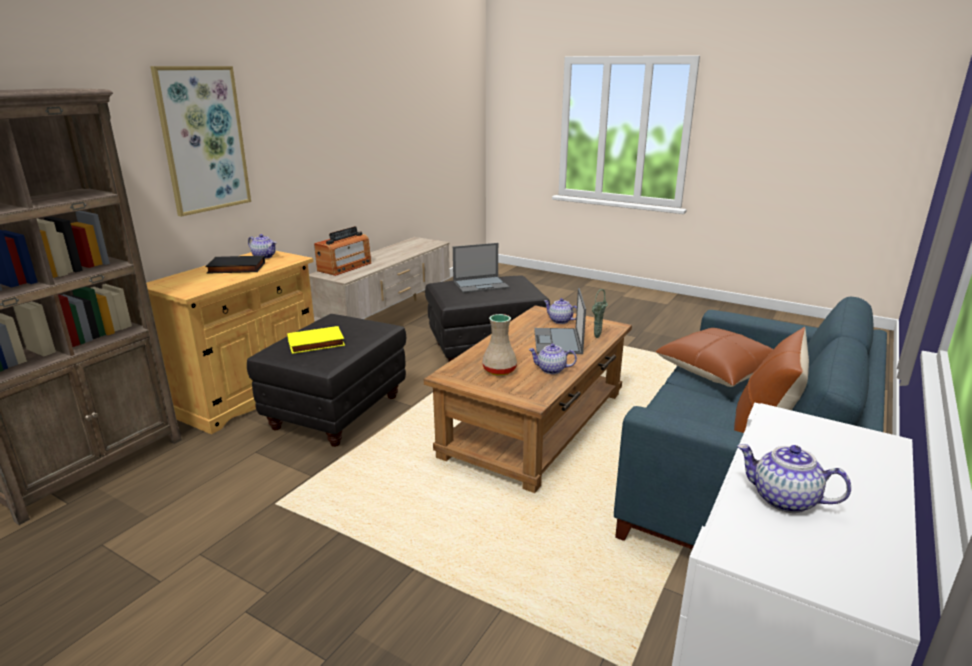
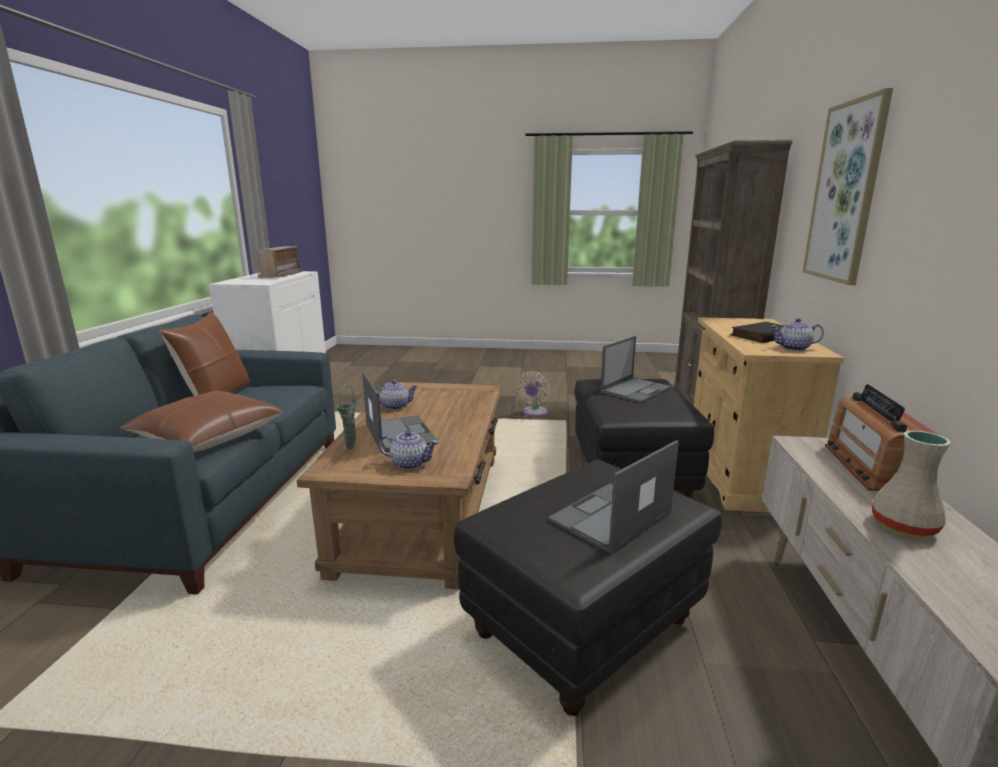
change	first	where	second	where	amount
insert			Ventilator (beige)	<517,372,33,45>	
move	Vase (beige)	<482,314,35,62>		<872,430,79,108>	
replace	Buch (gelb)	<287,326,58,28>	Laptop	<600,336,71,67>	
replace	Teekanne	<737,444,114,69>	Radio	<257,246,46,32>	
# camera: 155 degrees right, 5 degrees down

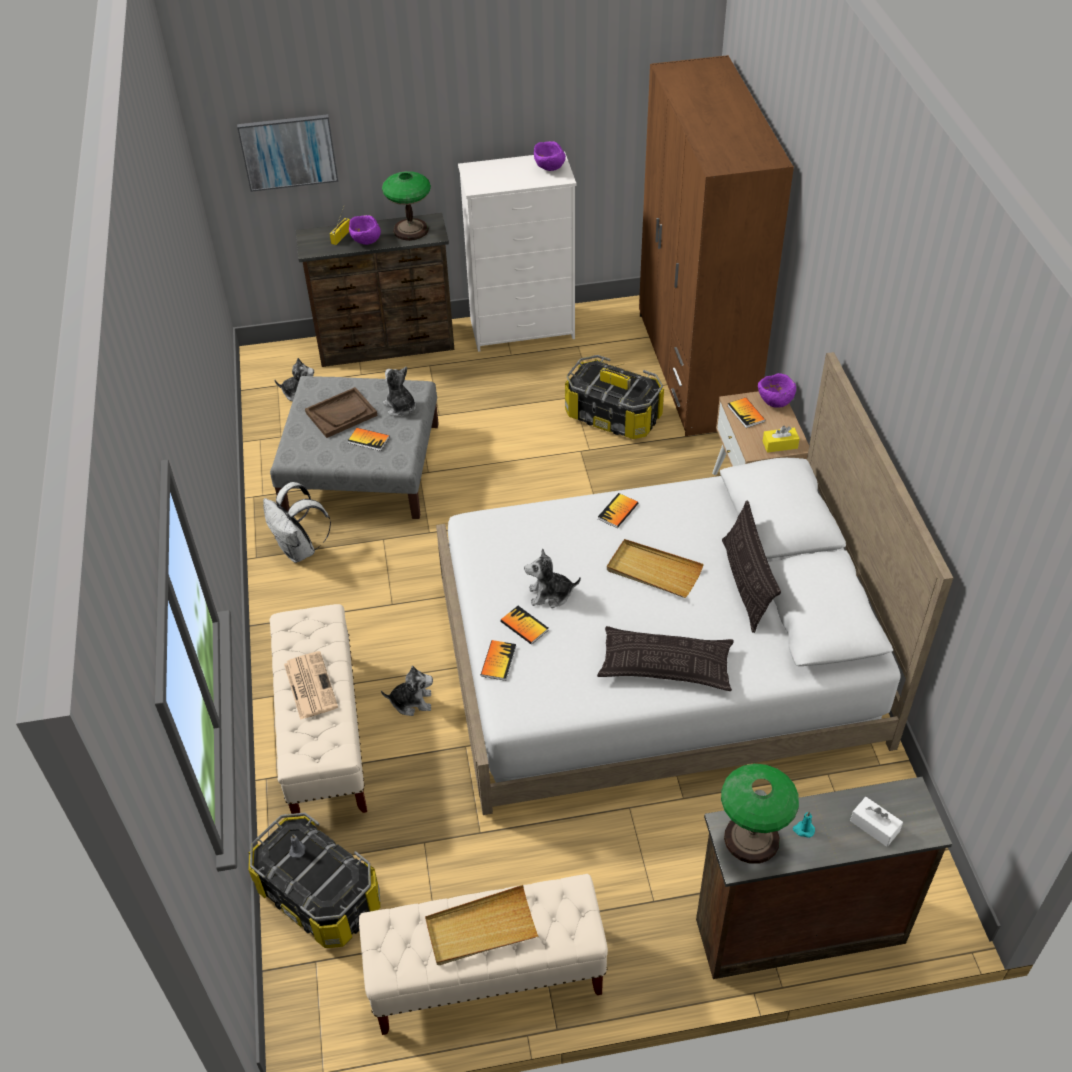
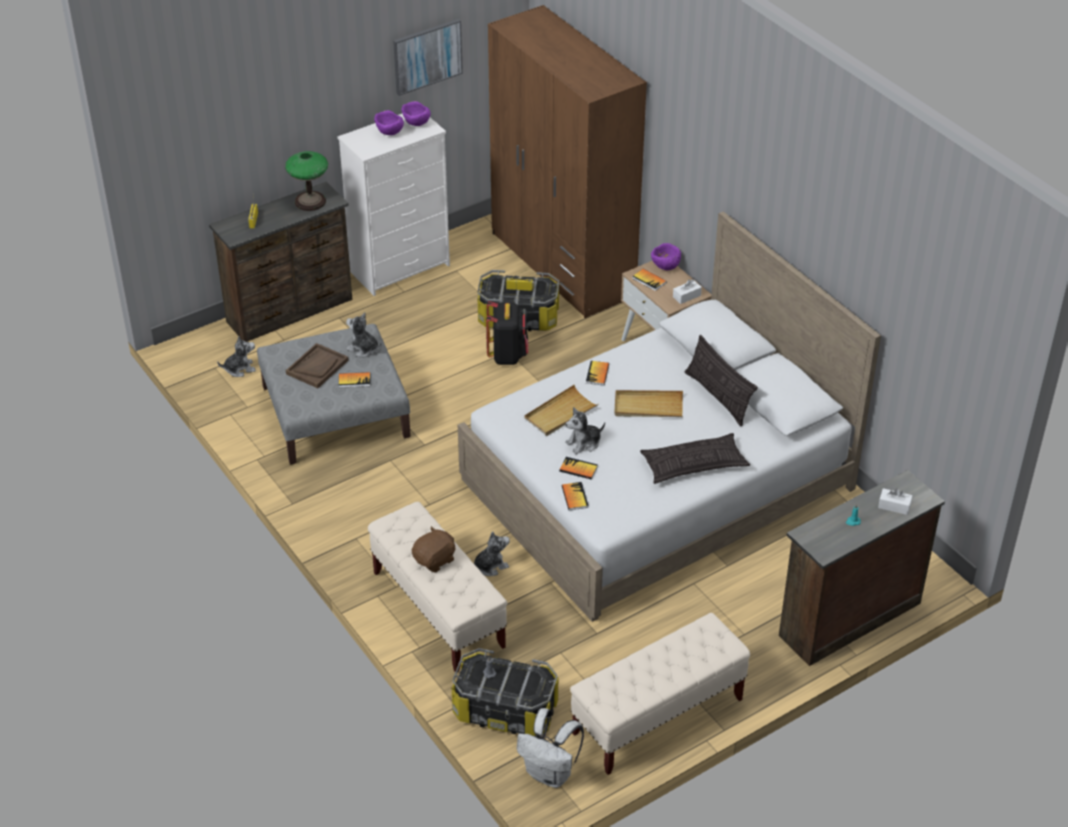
change	first	where	second	where	amount
delete	Tischlampe	<721,764,78,100>			
insert			Rucksack (schwarz)	<486,301,42,64>	
move	Bild	<237,114,101,78>		<393,19,70,77>	
move	Rucksack (weiß)	<263,482,68,81>		<517,708,67,80>	
move	Schüssel (lila)	<349,215,32,30>		<374,110,30,25>	
move	Tablett (beige)	<425,885,114,80>		<524,385,75,51>	
replace	Zeitung	<284,651,54,69>	Plüschtier (braun)	<412,526,44,46>	
recolor	Taschentuchbox (gelb)	<763,426,37,27>	Taschentuchbox (weiß)	<673,279,29,25>	
# camera: 25 degrees left, 5 degrees down

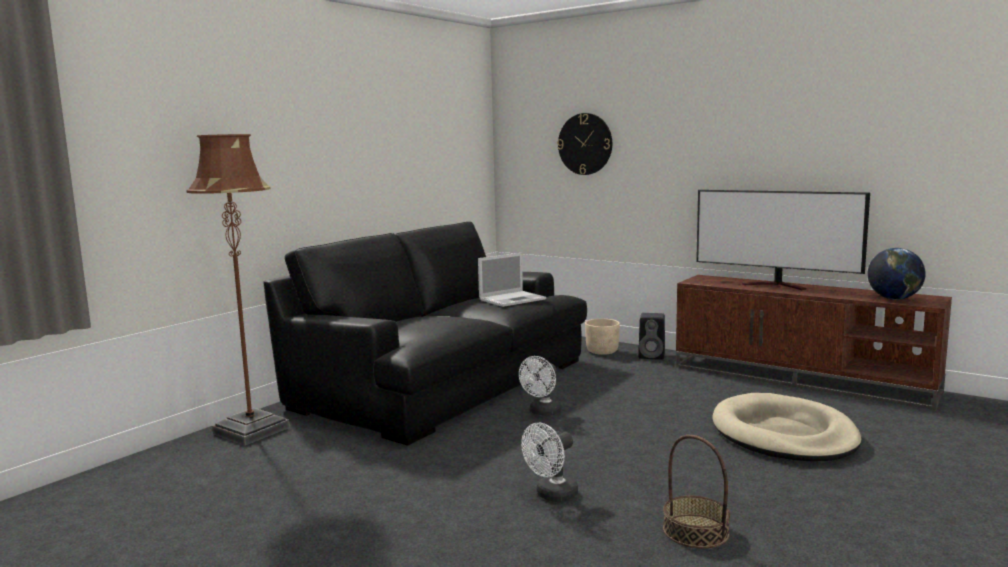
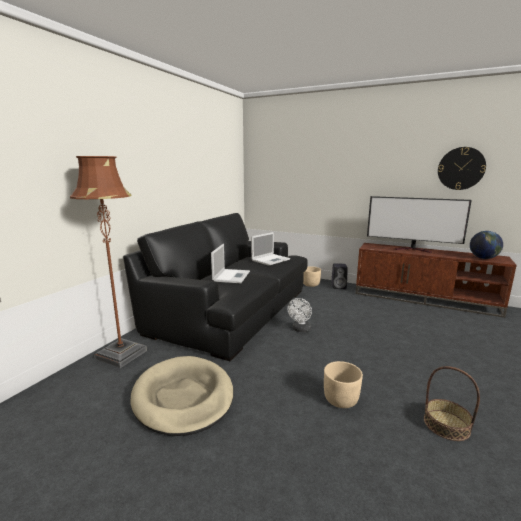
change	first	where	second	where	amount
insert			Laptop	<211,244,39,39>	
move	Wanduhr	<557,113,55,62>		<438,147,48,43>	
move	Hundebett (beige)	<712,393,149,68>		<130,356,104,80>	
replace	Ventilator (weiß)	<521,423,57,79>	Pflanzkübel (beige)	<324,361,39,47>	
# camera: 10 degrees left, 5 degrees up

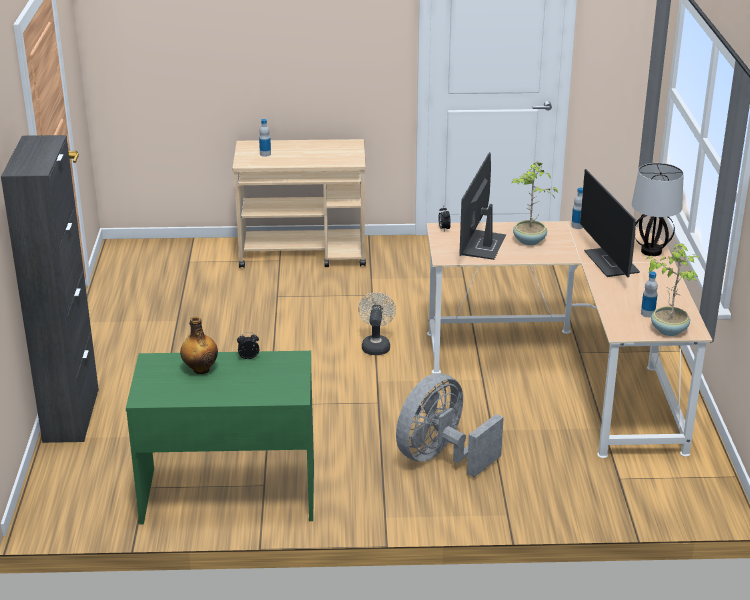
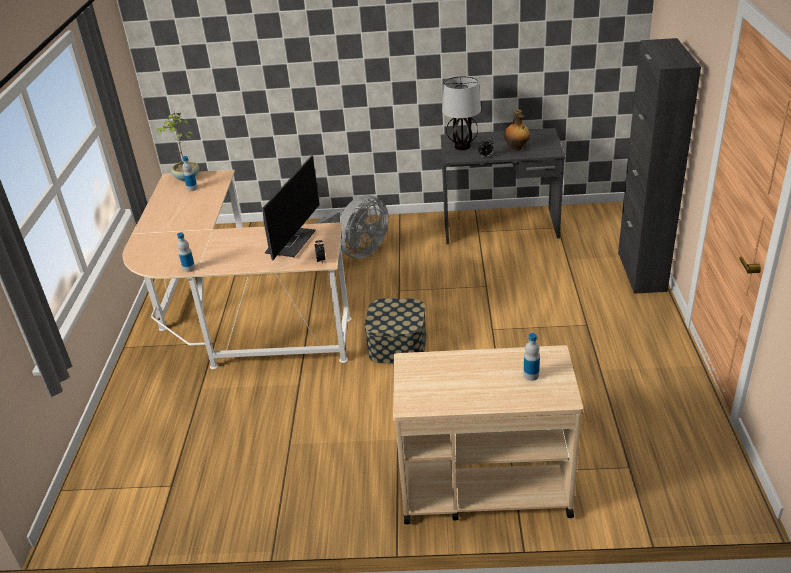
change	first	where	second	where	amount
delete	Topfpflanze	<512,161,46,84>			
delete	Monitor	<580,169,60,109>			
move	Tischlampe	<632,163,52,93>		<442,76,39,74>	
replace	Ventilator (beige)	<358,292,38,63>	Aufbewahrungsbox	<364,298,63,65>	
recolor	Schreibtisch (grün)	<126,351,188,174>	Schreibtisch (grau)	<441,128,124,116>	
# camera: 175 degrees left, 5 degrees up

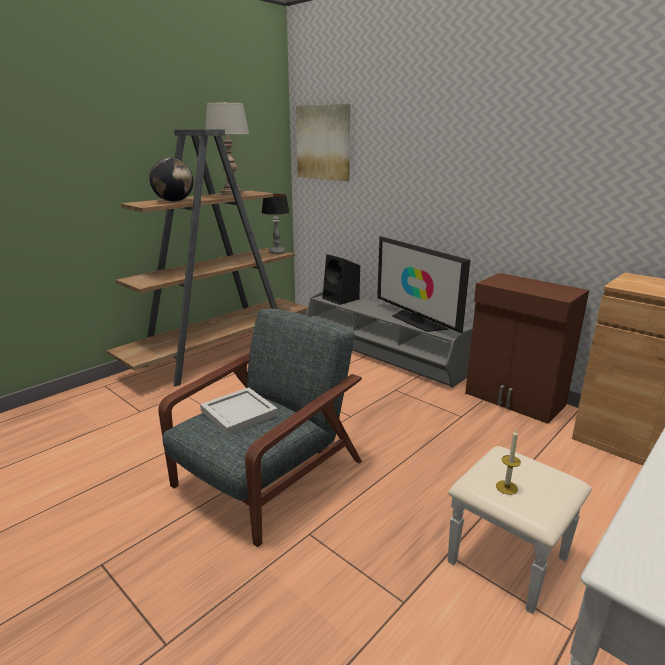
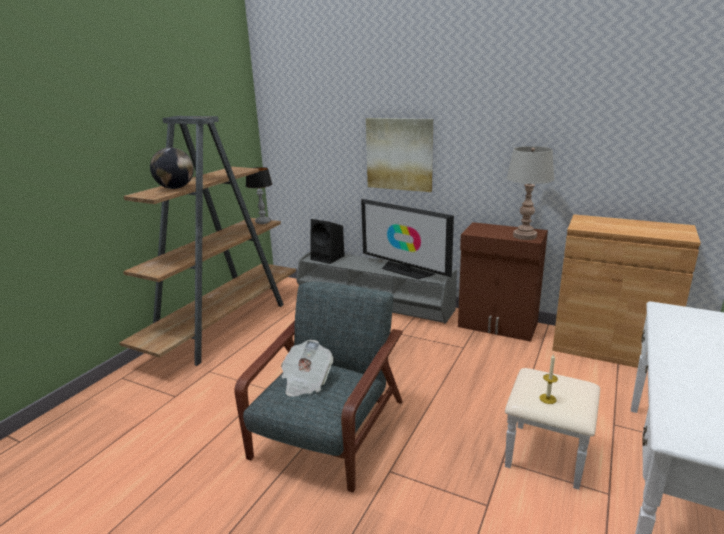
change	first	where	second	where	amount
move	Tischlampe (grau)	<205,102,44,94>		<506,146,48,94>	
move	Bild	<296,104,54,77>		<366,118,67,74>	
replace	Tablett (weiß)	<200,387,78,48>	Zeitung	<281,340,52,57>	
# camera: 15 degrees left, 0 degrees up

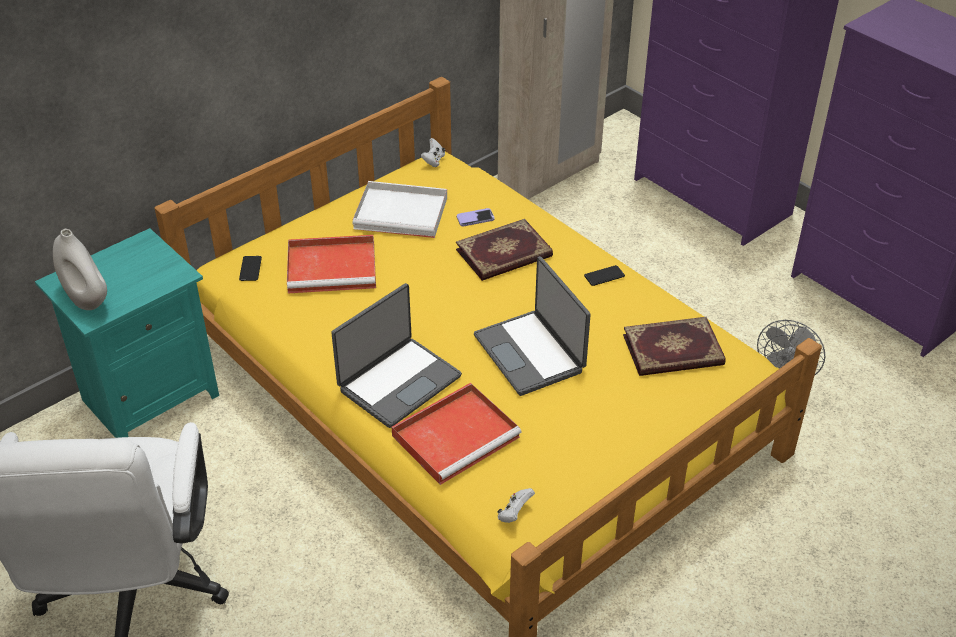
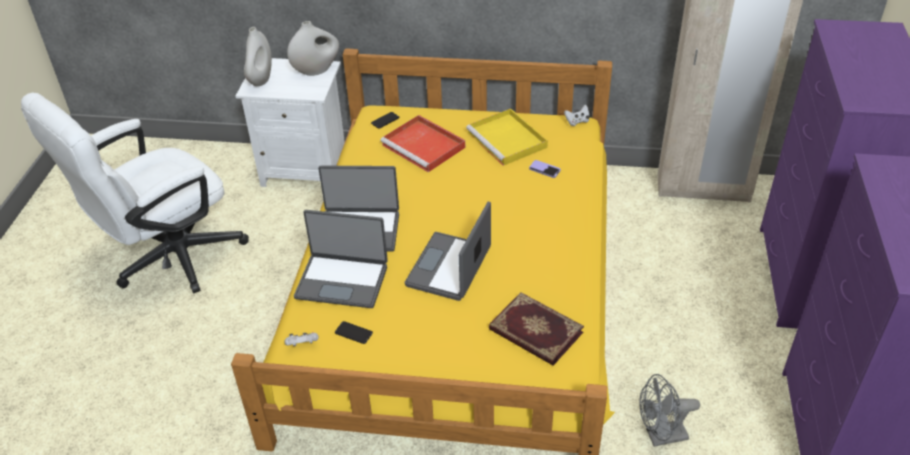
change	first	where	second	where	amount
delete	Buch	<456,219,97,62>			
insert			Vase (weiß)	<287,21,52,55>	
move	Handy	<584,265,41,21>		<335,321,38,23>	
replace	Tablett (rot)	<391,383,131,102>	Laptop	<294,210,94,98>	
recolor	Nachttisch (türkis)	<35,228,184,210>	Nachttisch (weiß)	<236,58,109,129>	
recolor	Tablett (weiß)	<353,181,94,57>	Tablett (gelb)	<466,108,82,58>	
# camera: 50 degrees right, 0 degrees up

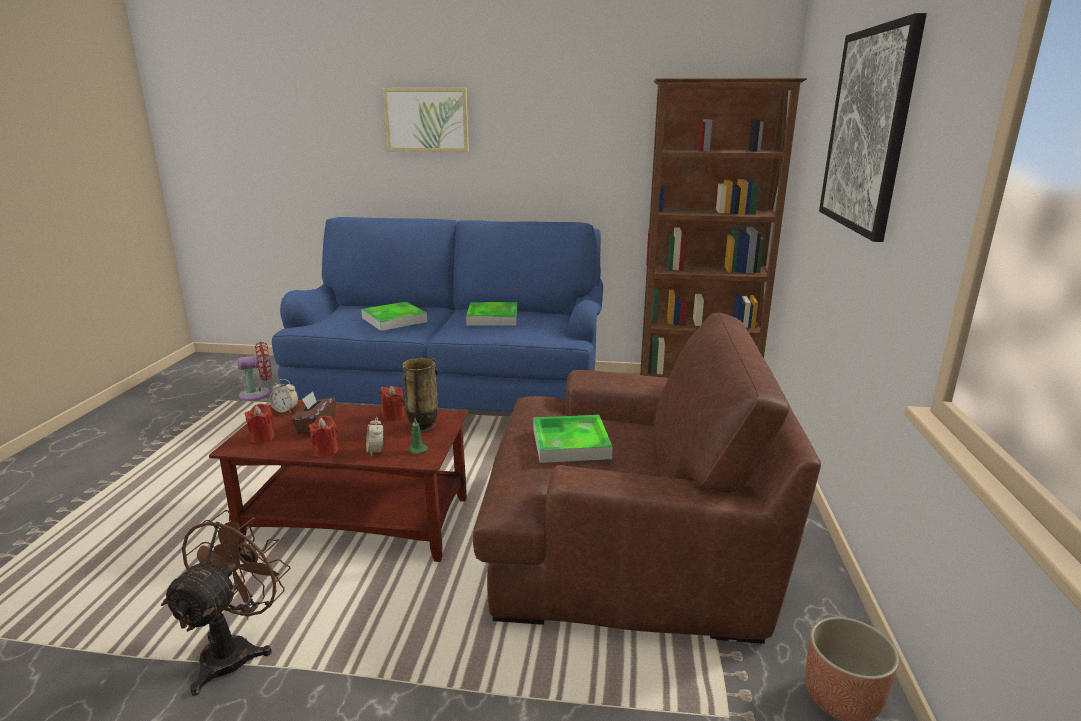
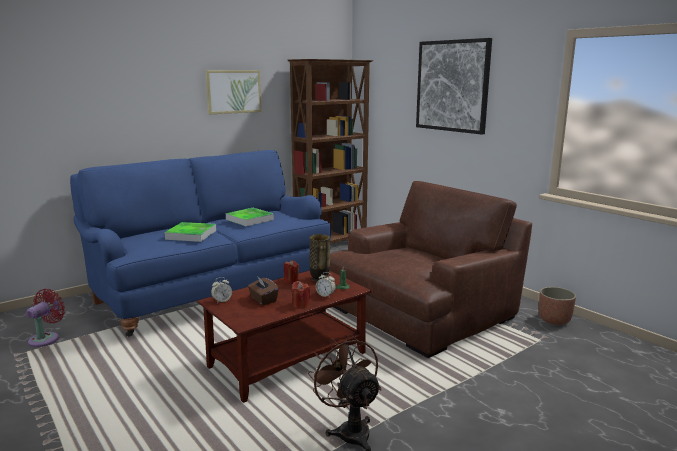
change	first	where	second	where	amount
delete	Kerze (rot)	<245,404,30,39>			
delete	Tablett	<533,415,80,48>			
move	Bild	<383,88,86,64>		<205,70,57,45>	
# camera: 45 degrees left, 5 degrees down

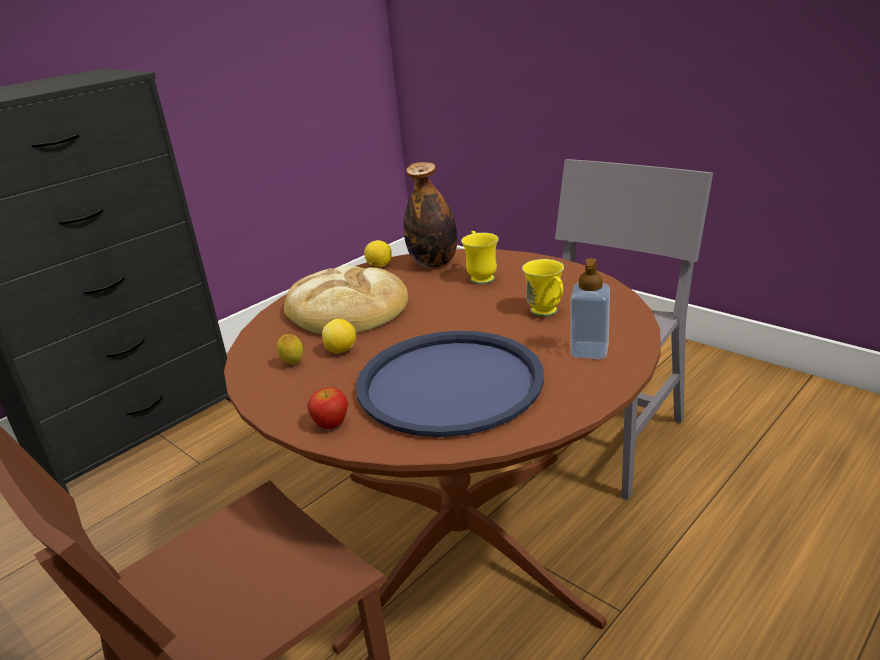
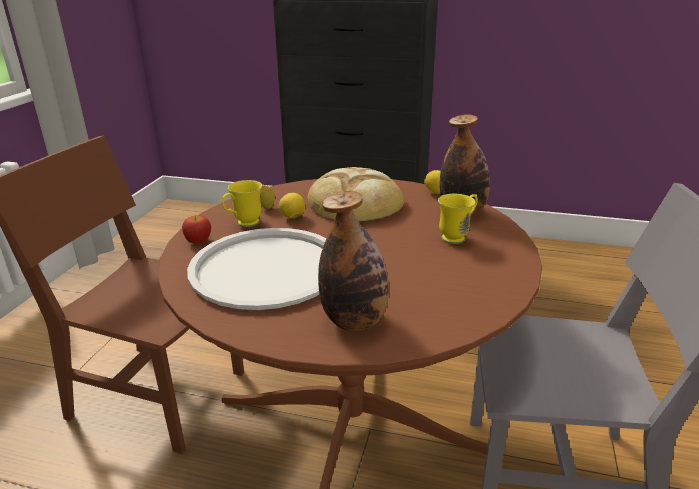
change	first	where	second	where	amount
move	Henkelbecher (gelb)	<522,259,42,57>		<221,180,41,47>	
replace	Seifenspender	<570,258,40,101>	Flasche	<318,191,71,140>	
recolor	Tablett (blau)	<356,331,188,106>	Tablett (weiß)	<187,228,139,82>	
# camera: 60 degrees right, 0 degrees up

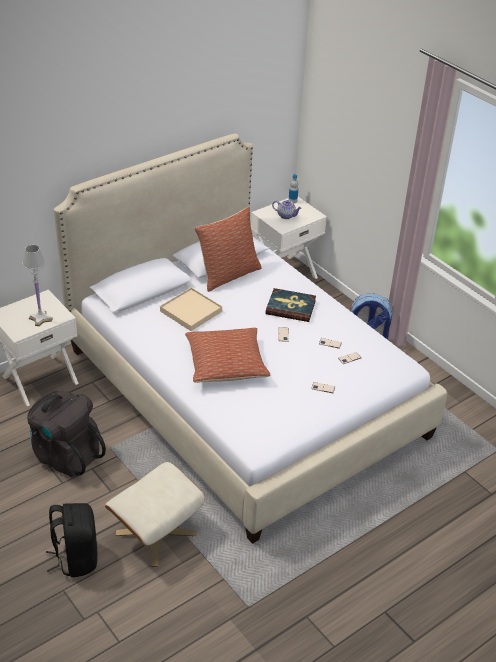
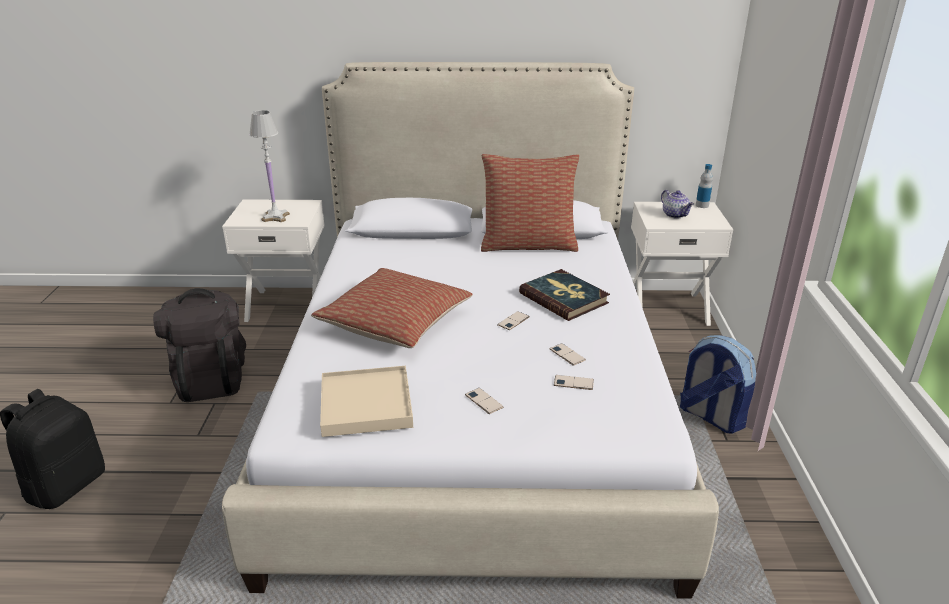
change	first	where	second	where	amount
delete	Polsterhocker (beige)	<105,462,100,105>			
move	Tablett (beige)	<160,287,62,44>		<320,366,93,71>	
# camera: 40 degrees right, 10 degrees down

